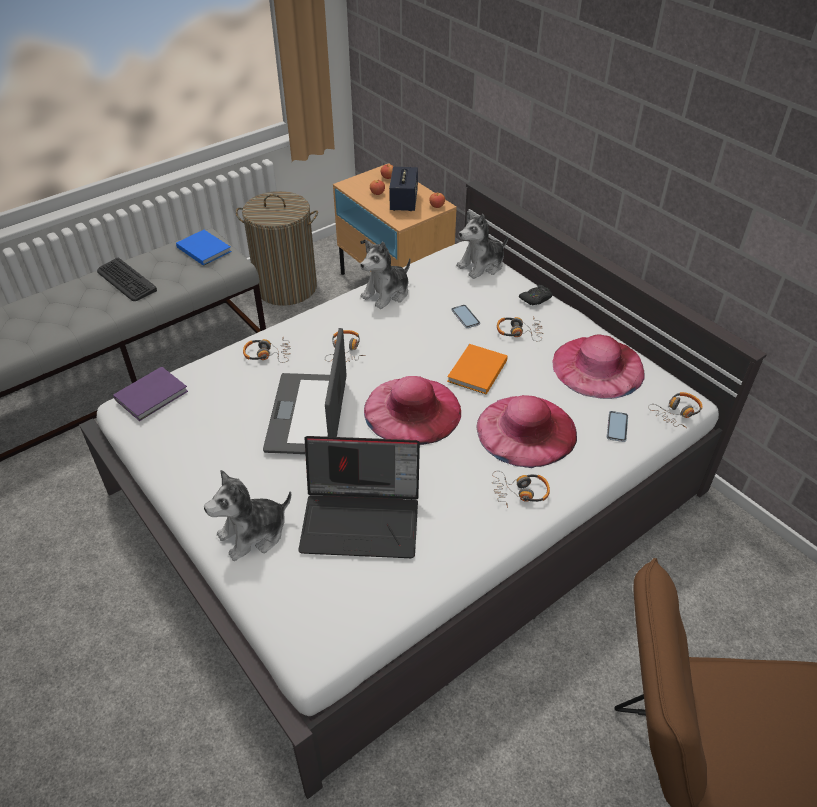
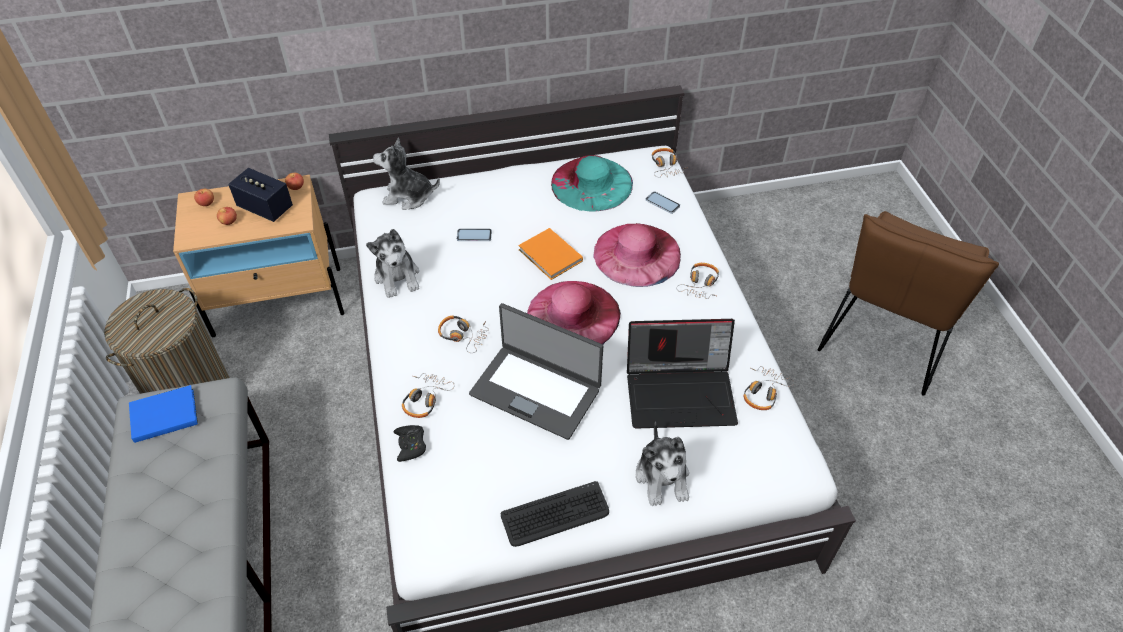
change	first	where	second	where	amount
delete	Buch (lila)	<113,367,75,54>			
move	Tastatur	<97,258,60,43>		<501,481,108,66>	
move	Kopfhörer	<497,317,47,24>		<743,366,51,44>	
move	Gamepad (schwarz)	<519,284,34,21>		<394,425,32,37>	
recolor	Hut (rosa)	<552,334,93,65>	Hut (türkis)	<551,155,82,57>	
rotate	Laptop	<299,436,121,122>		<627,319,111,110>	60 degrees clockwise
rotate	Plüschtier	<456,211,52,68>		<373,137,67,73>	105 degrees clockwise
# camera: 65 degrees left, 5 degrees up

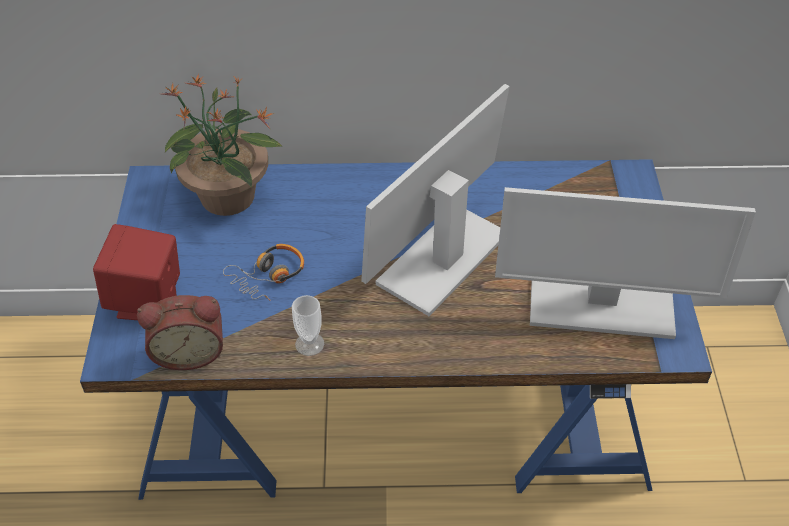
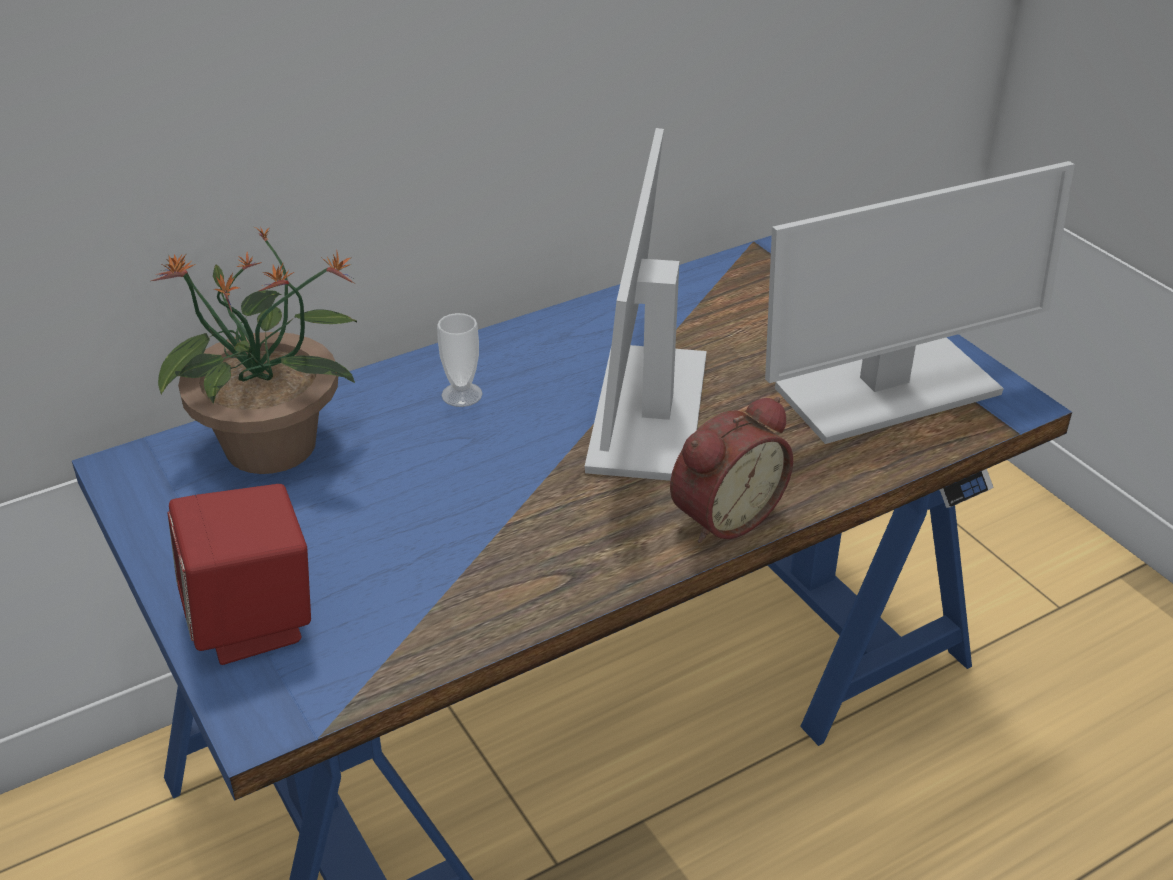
change	first	where	second	where	amount
delete	Kopfhörer	<223,244,81,56>			
move	Wecker	<137,295,86,75>		<670,397,123,146>	
move	Tasse	<292,295,32,61>		<437,313,46,94>	
# camera: 30 degrees left, 10 degrees down

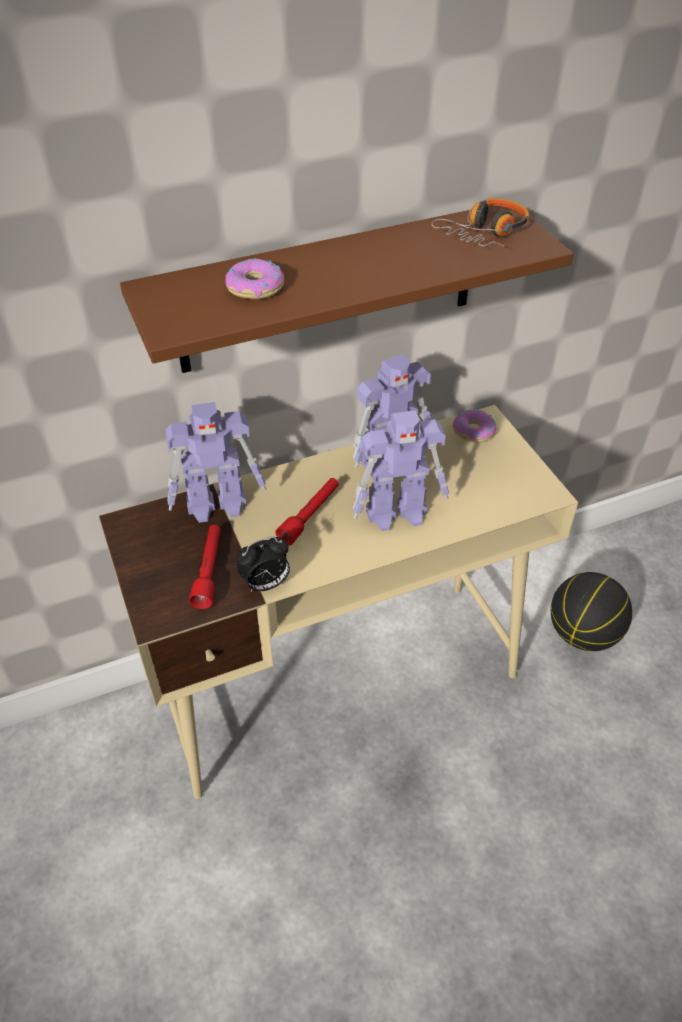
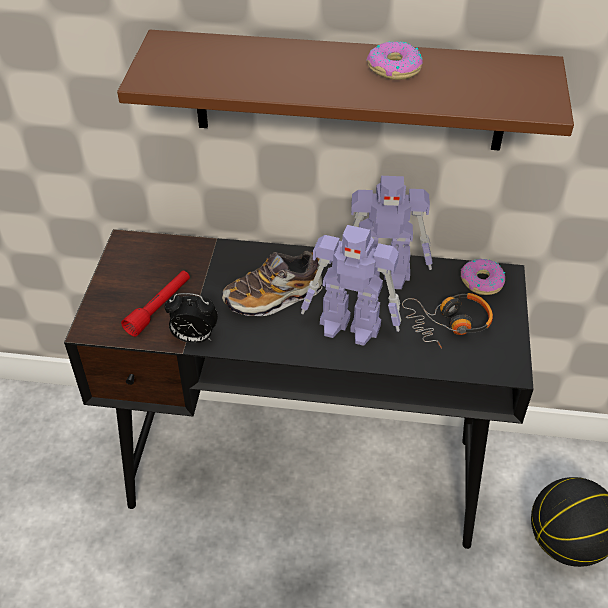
change	first	where	second	where	amount
delete	Spielzeugroboter	<166,402,101,121>			
move	Donut	<226,258,58,41>		<366,41,57,39>	
move	Kopfhörer	<431,198,98,48>		<402,293,91,56>	
replace	Taschenlampe (rot)	<275,478,64,67>	Schuh	<222,251,101,65>	
recolor	Schreibtisch (beige)	<98,405,480,394>	Schreibtisch (schwarz)	<64,229,469,320>	
# camera: 30 degrees right, 0 degrees up

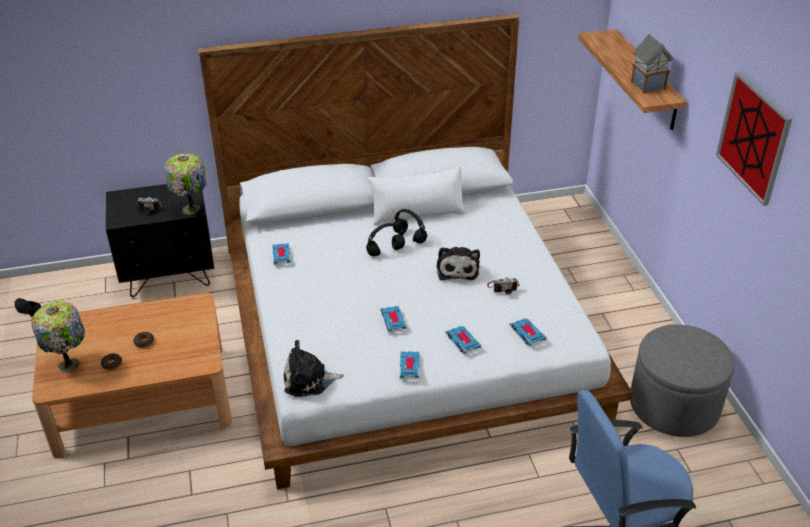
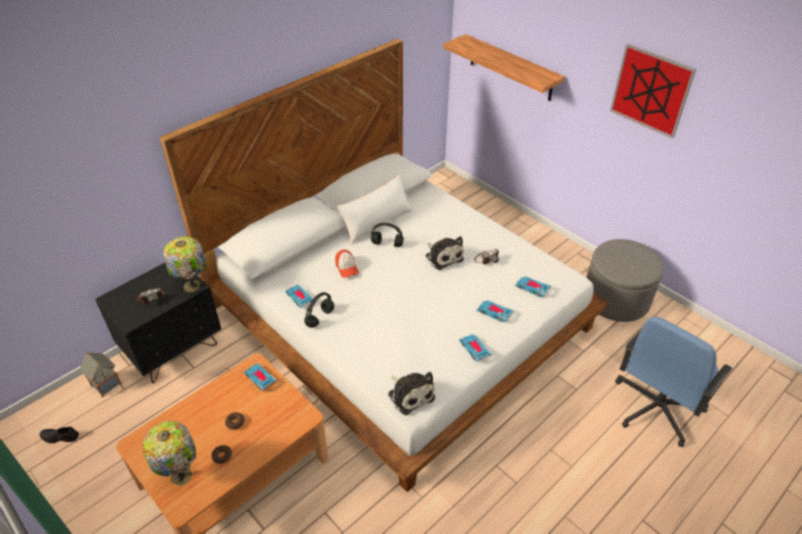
change	first	where	second	where	amount
insert			Kappe	<335,250,24,28>	
move	Kopfhörer (schwarz)	<366,223,39,33>		<304,292,30,36>	
move	Spielzeugauto	<381,306,26,26>		<244,363,32,28>	
move	Spielzeughaus	<631,34,42,60>		<79,352,42,46>	
rotate	Plüschtier	<284,340,60,57>		<388,372,47,44>	90 degrees counterclockwise
# camera: 30 degrees left, 5 degrees up

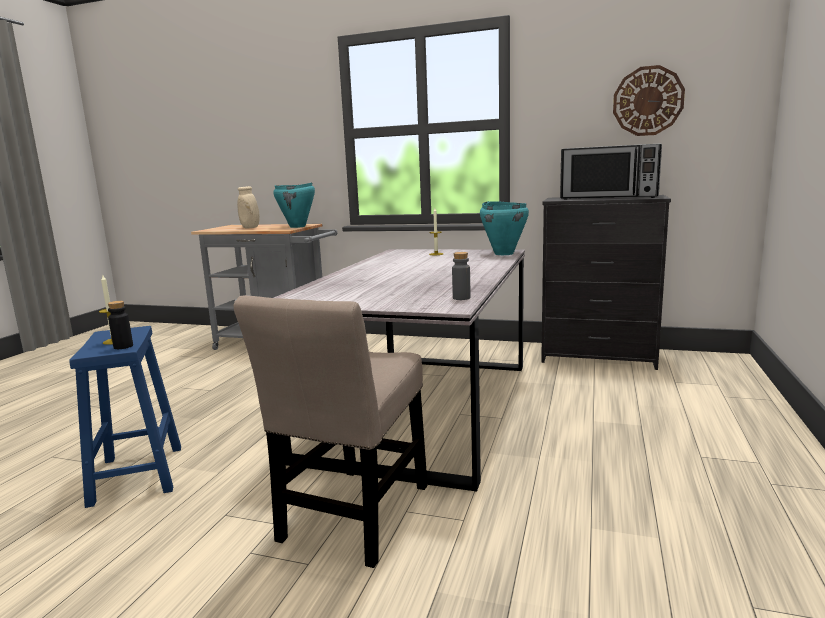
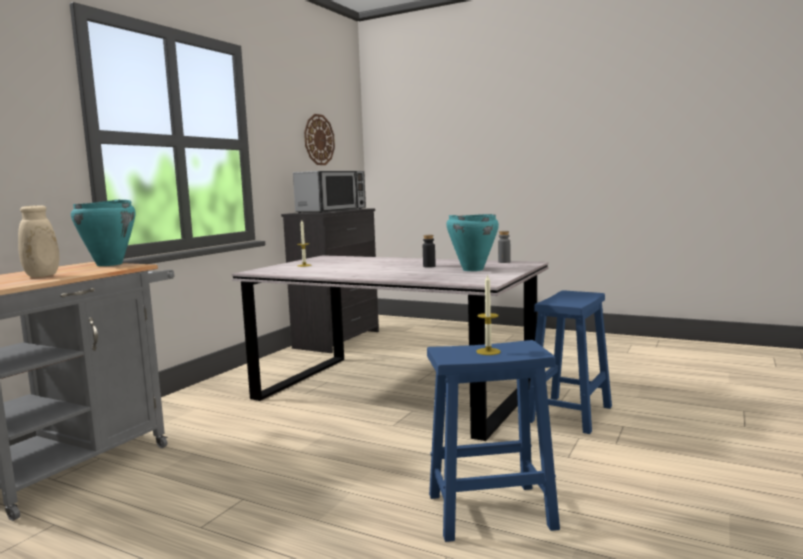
change	first	where	second	where	amount
move	Flasche (schwarz)	<108,301,25,48>		<423,235,12,33>	
move	Kochtopf (türkis)	<480,201,49,54>		<447,214,52,57>	
replace	Stuhl (beige)	<233,295,195,273>	Hocker (blau)	<529,290,83,144>	
# camera: 80 degrees left, 5 degrees down

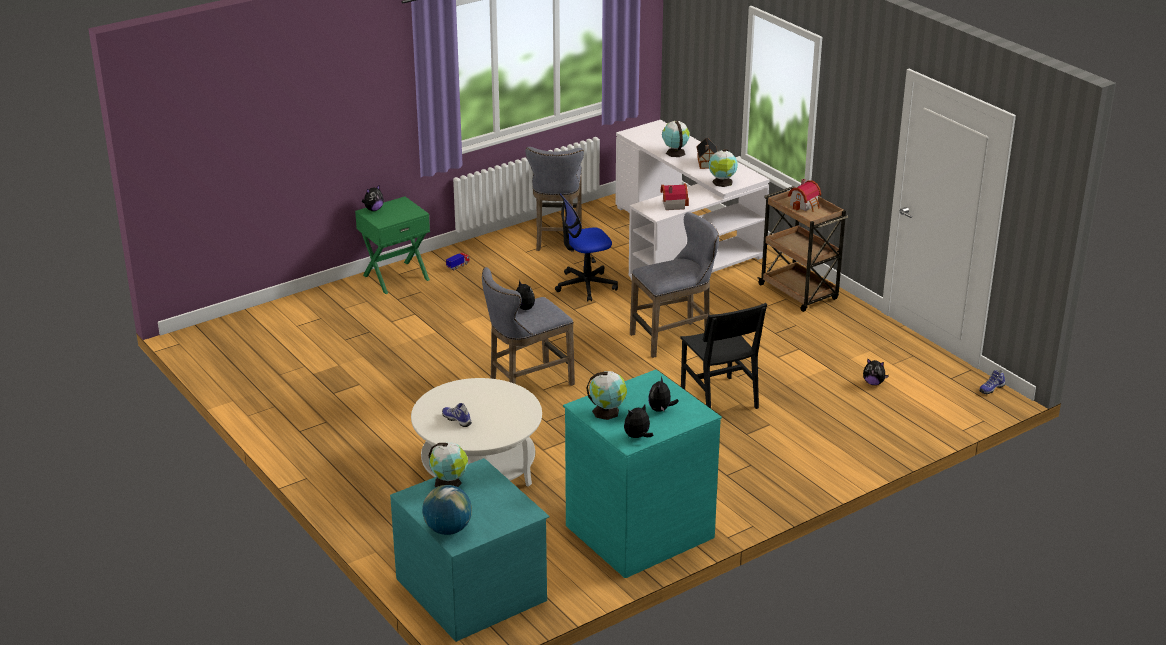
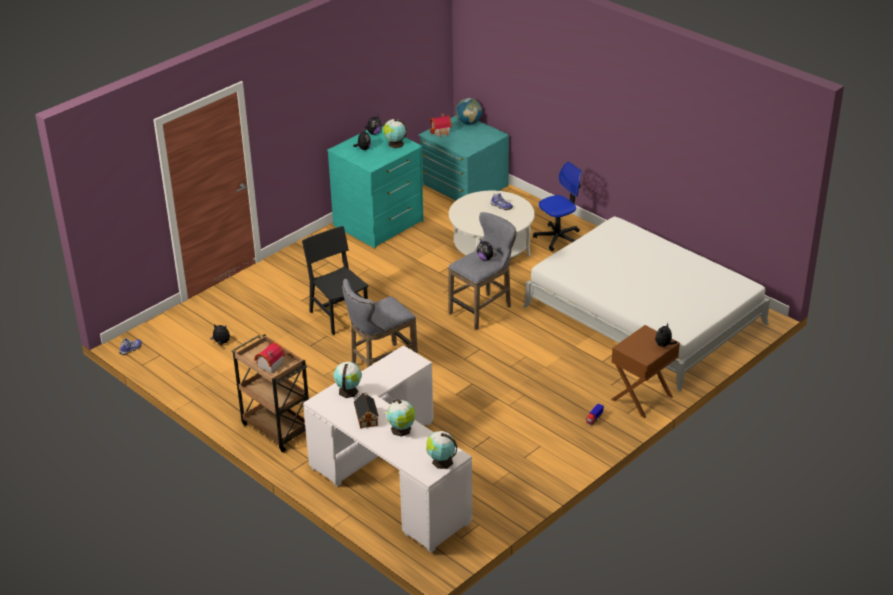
change	first	where	second	where	amount
delete	Hocker (grau)	<525,147,59,105>			
insert			Bett (weiß)	<523,217,247,174>	
move	Globus	<428,442,40,45>		<426,431,32,38>	
move	Bürostuhl	<555,193,63,109>		<533,162,49,89>	
move	Spielzeughaus	<660,184,29,26>		<430,113,22,25>	
recolor	Nachttisch (grün)	<355,196,75,98>	Nachttisch (braun)	<611,325,69,93>	
# camera: 170 degrees right, 5 degrees up

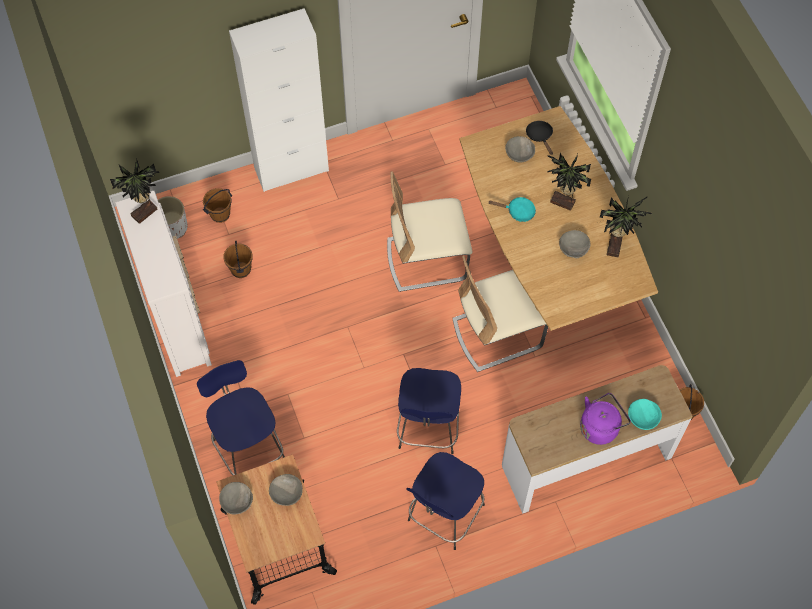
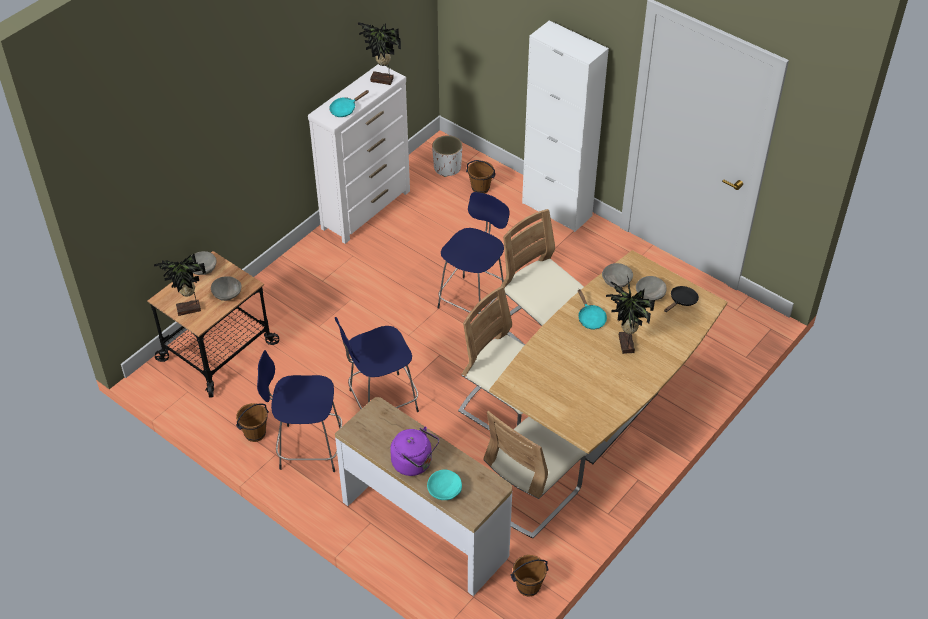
change	first	where	second	where	amount
insert			Pfanne (türkis)	<329,90,40,27>	
insert			Stuhl (beige)	<483,411,104,127>	
move	Hocker (blau)	<197,360,88,115>		<437,192,73,122>	
move	Eimer (braun)	<223,241,30,37>		<236,403,33,39>	
move	Schüssel (grau)	<559,230,32,28>		<602,263,31,25>	
move	Topfpflanze	<600,196,52,61>		<154,254,52,62>	
# camera: 60 degrees right, 15 degrees down

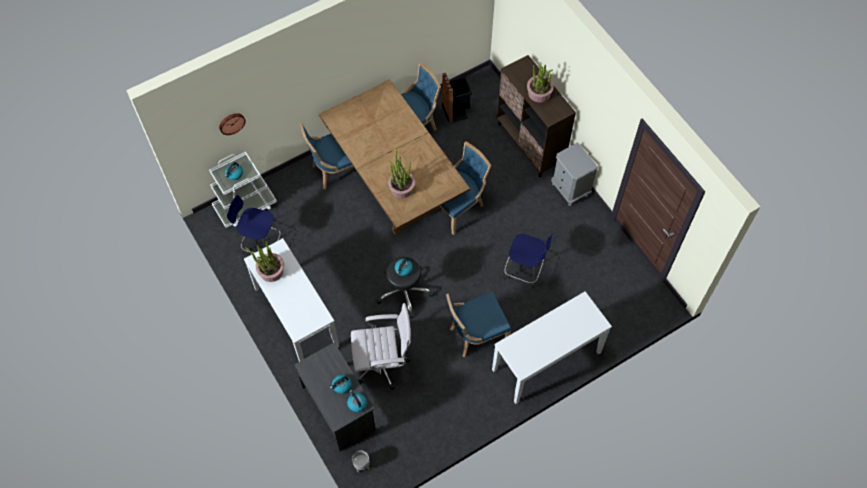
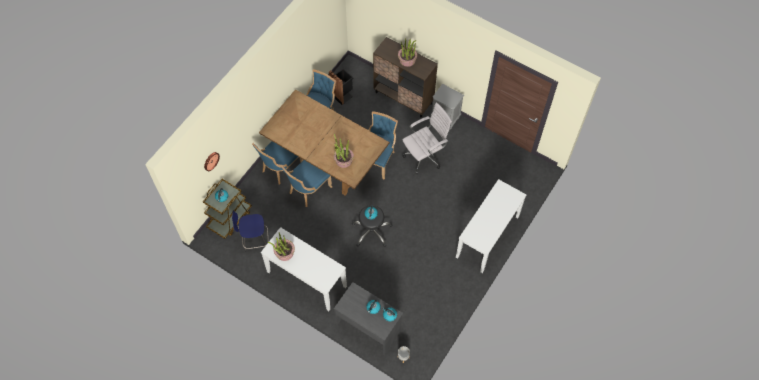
change	first	where	second	where	amount
delete	Hocker (blau)	<504,234,49,54>			
move	Bürostuhl (weiß)	<351,303,60,87>		<402,102,50,72>	
move	Stuhl (blau)	<446,292,65,66>		<281,160,51,47>	
recolor	Rollwagen (weiß)	<209,152,68,76>	Rollwagen (braun)	<203,179,49,60>	
# camera: 25 degrees left, 0 degrees up

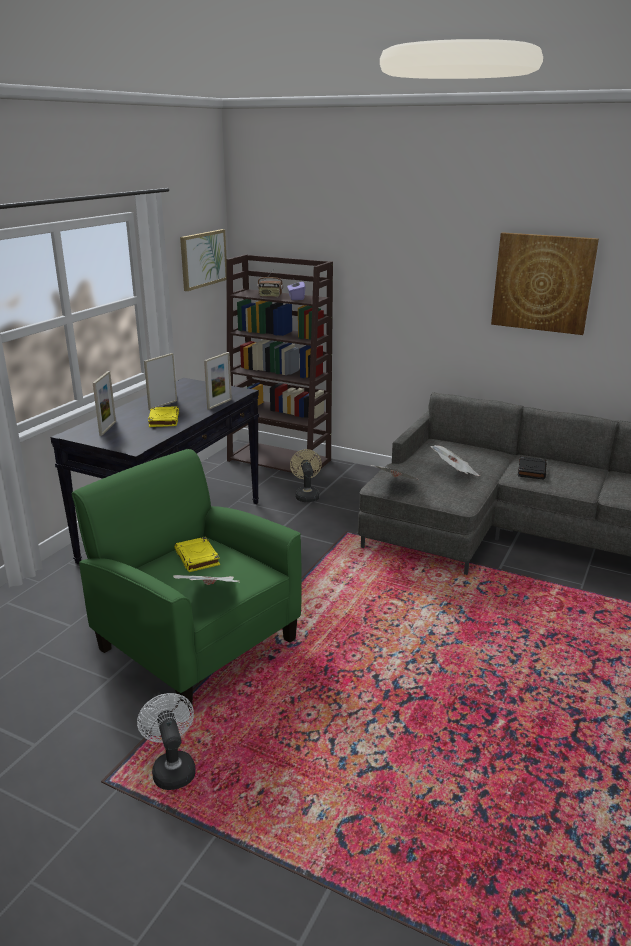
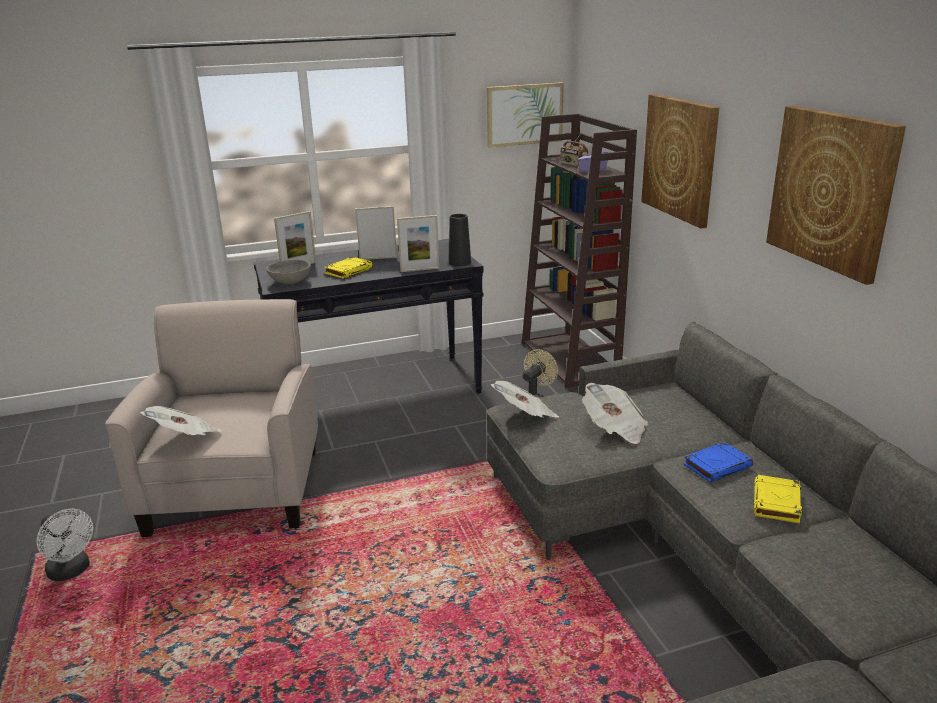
change	first	where	second	where	amount
insert			Schüssel (grau)	<266,260,45,24>	
insert			Vase (schwarz)	<449,214,22,52>	
insert			Bild	<641,94,78,135>	
move	Buch (gelb)	<174,537,46,35>		<753,475,49,48>	
recolor	Sessel (grün)	<72,449,230,261>	Sessel (beige)	<105,299,213,238>	
recolor	Buch (schwarz)	<518,457,29,23>	Buch (blau)	<684,442,69,41>	
rotate	Ventilator (weiß)	<137,693,59,97>		<37,509,56,72>	105 degrees clockwise
# camera: 45 degrees right, 0 degrees up

